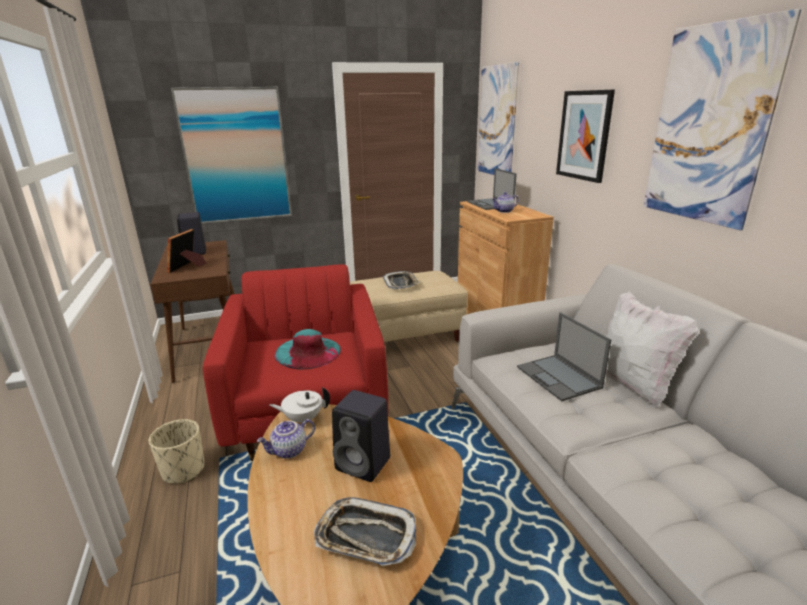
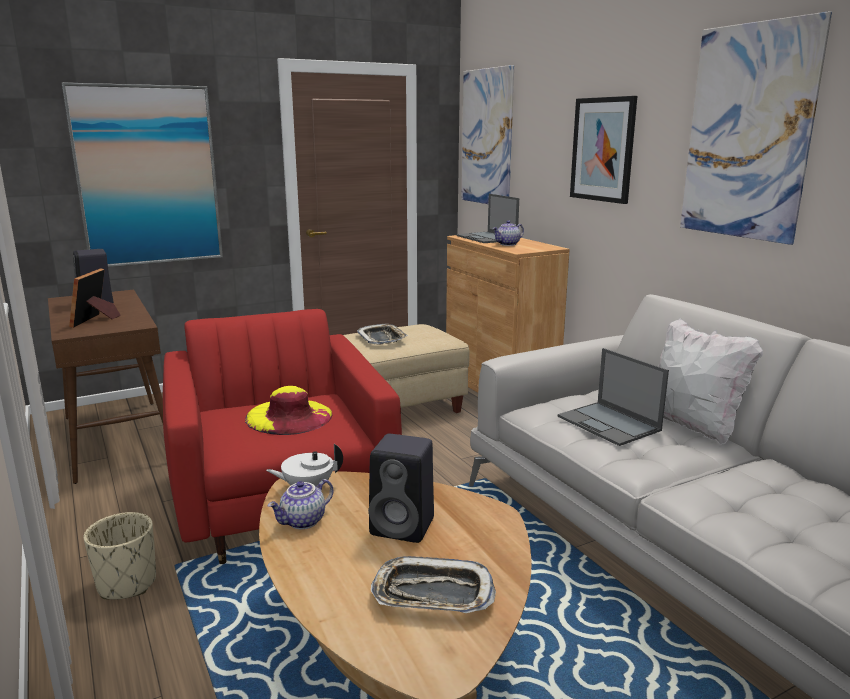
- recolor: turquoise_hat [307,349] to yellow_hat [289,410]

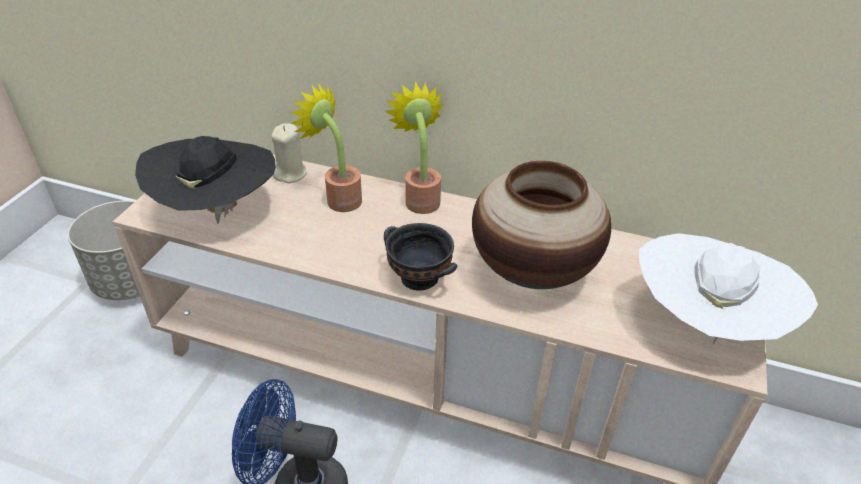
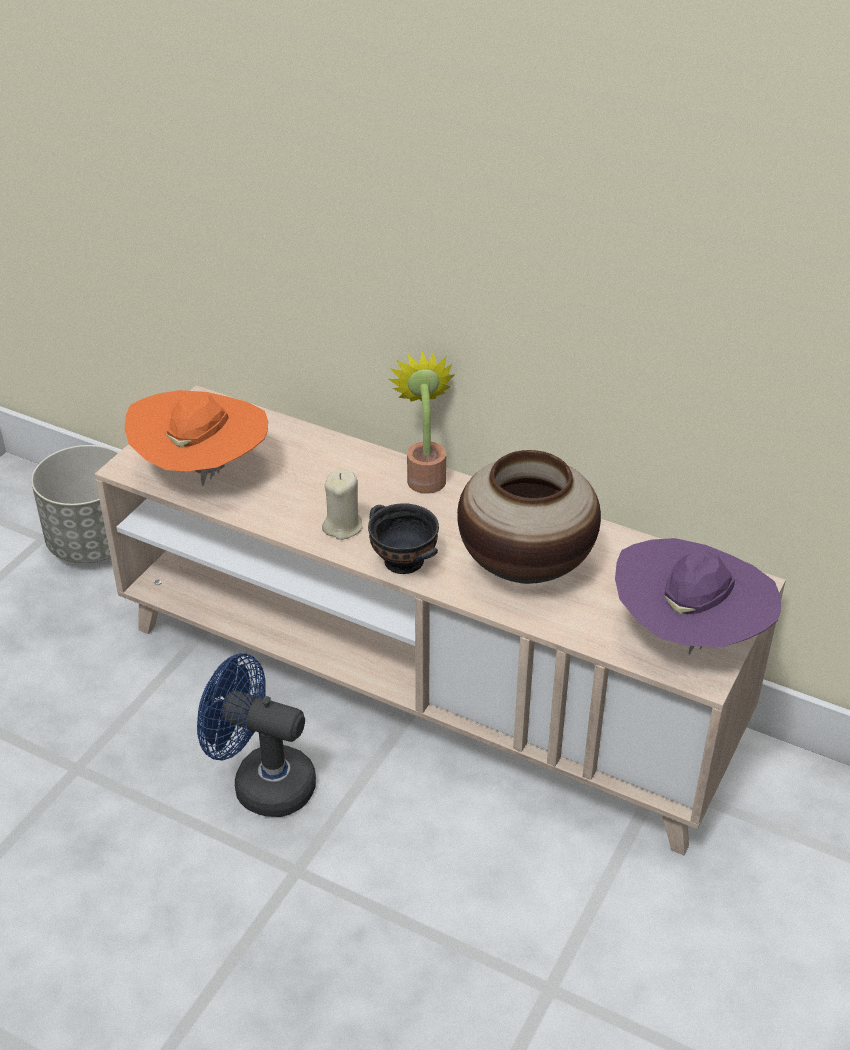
- delete: potted_plant [326,147]
- move: beige_candle [289,153] to [342,504]
- recolor: black_hat [205,180] to orange_hat [196,438]
- recolor: white_hat [728,288] to purple_hat [698,596]

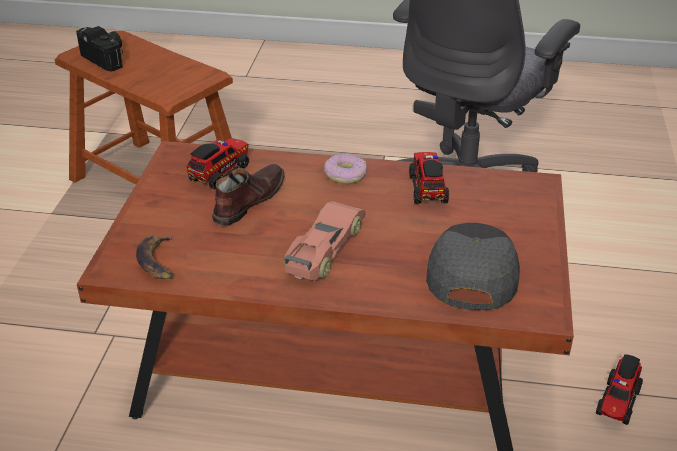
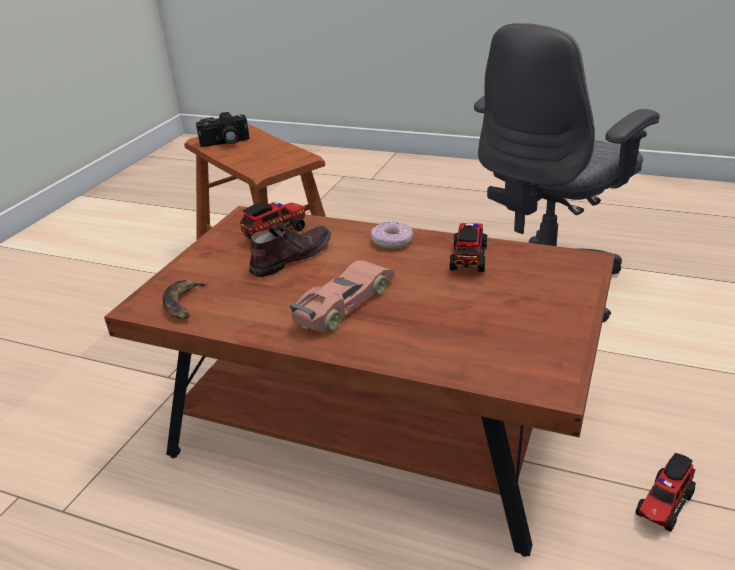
- delete: grey_cap [473,266]
- rotate: photo_camera [99,48] = [223,129] 105 degrees clockwise

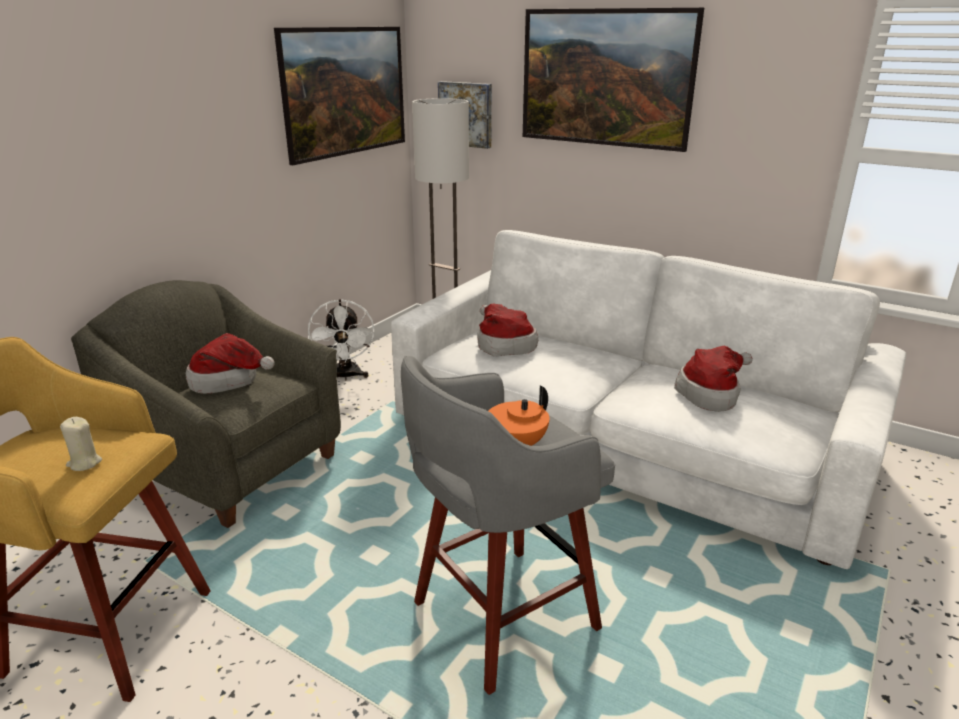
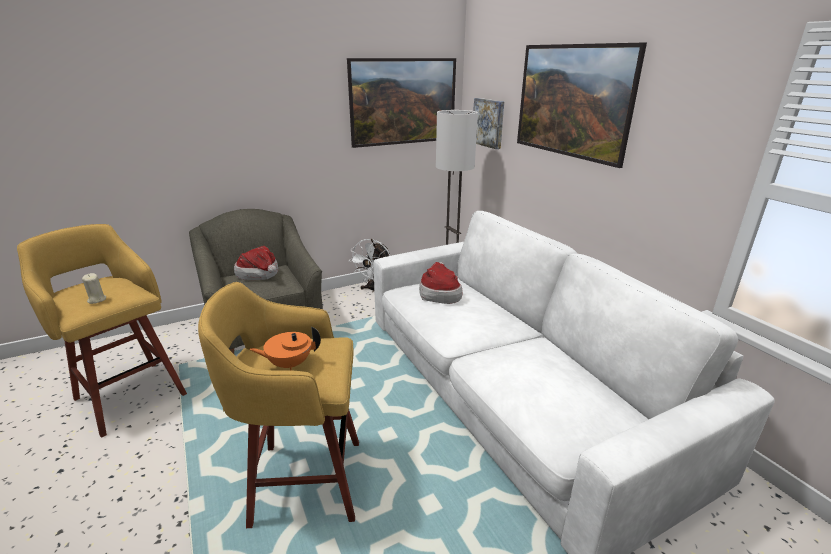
- delete: hat [713,378]
- recolor: grey_stool [508,525] to yellow_stool [278,405]

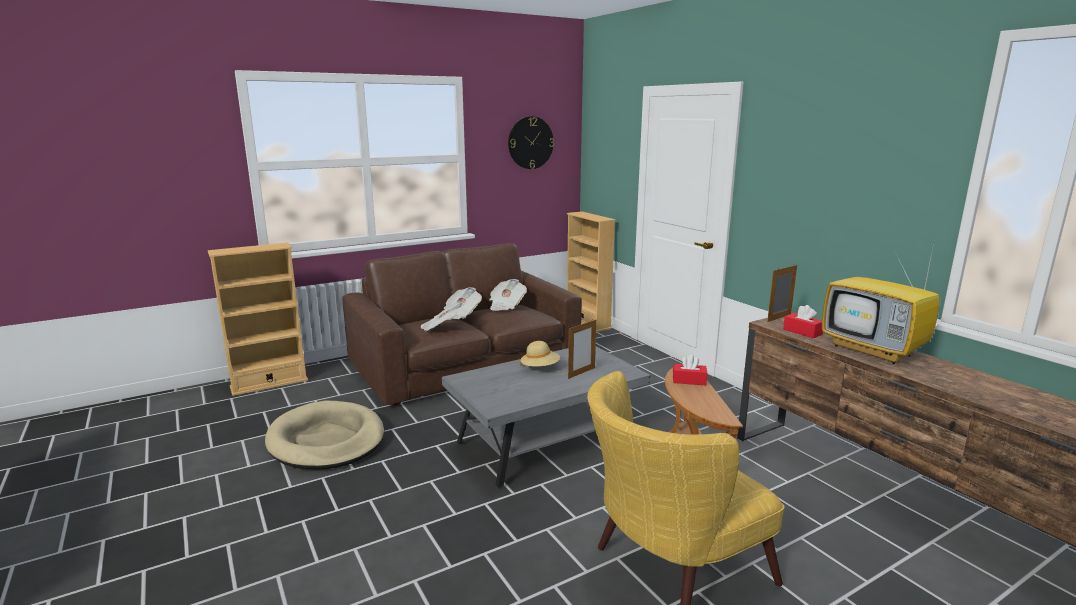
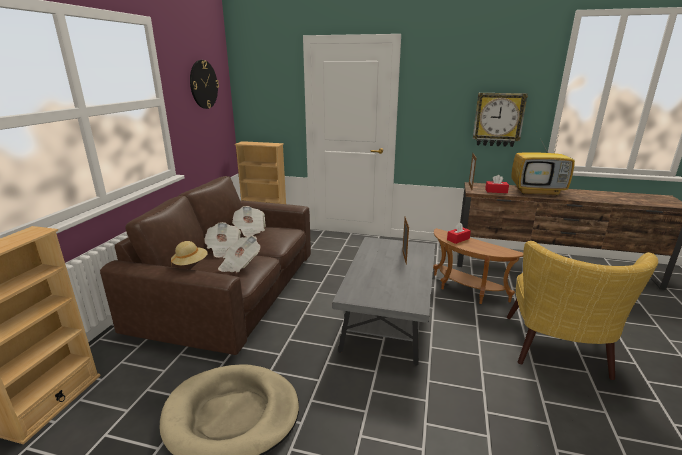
- insert: wall_clock [500,120]
- move: beige_hat [540,353] to [189,253]

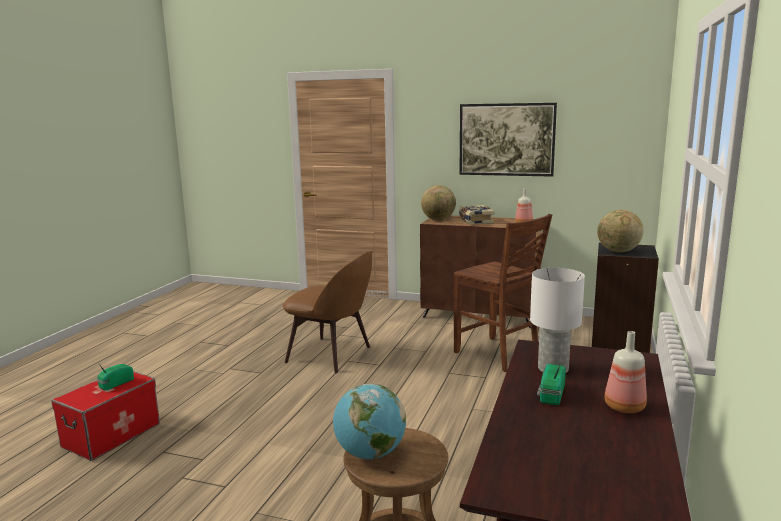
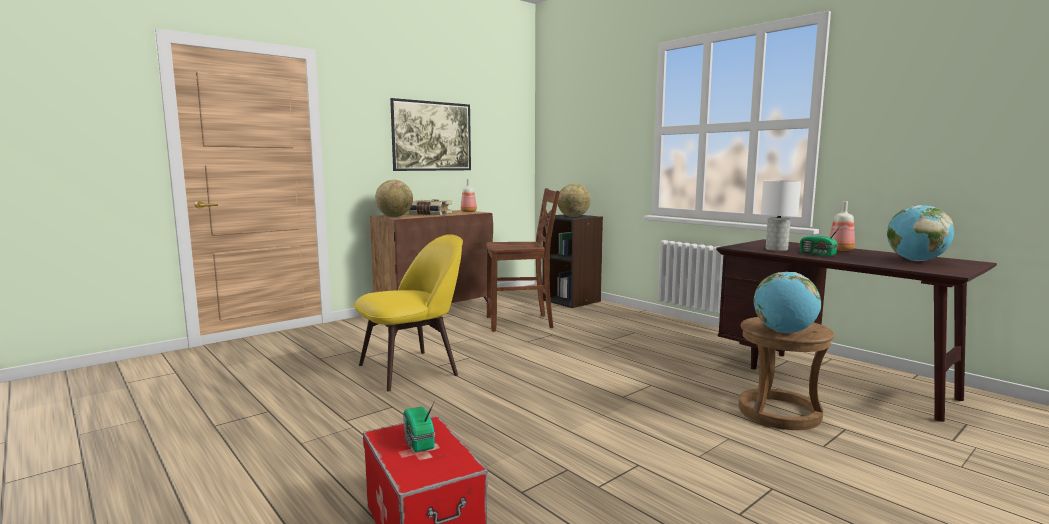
- insert: globe [920,233]
- recolor: brown_chair [328,312] to yellow_chair [408,313]

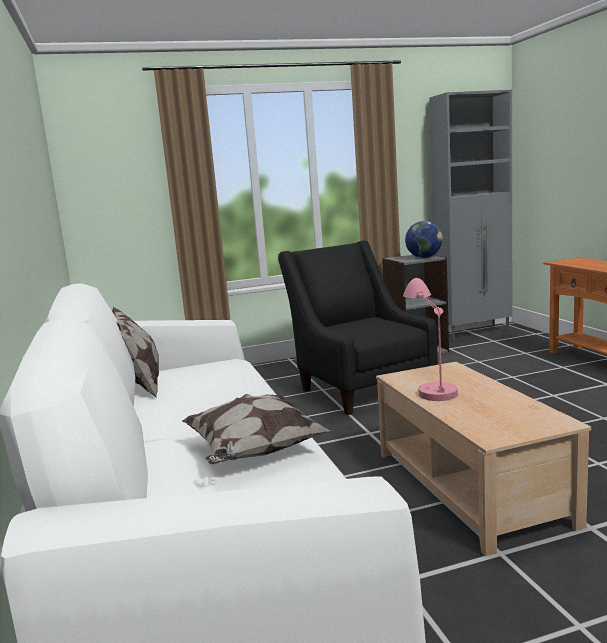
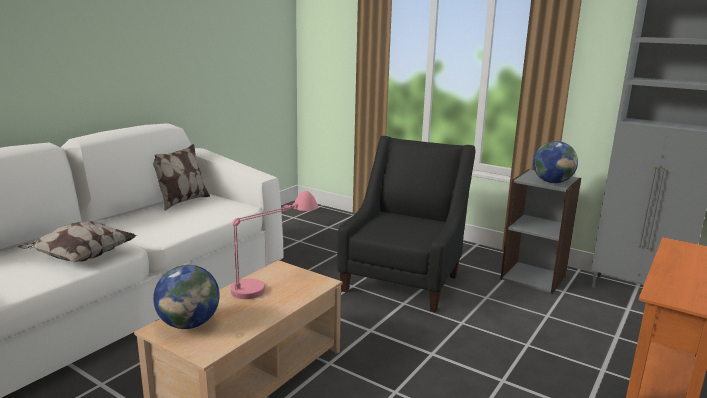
- insert: globe [186,297]

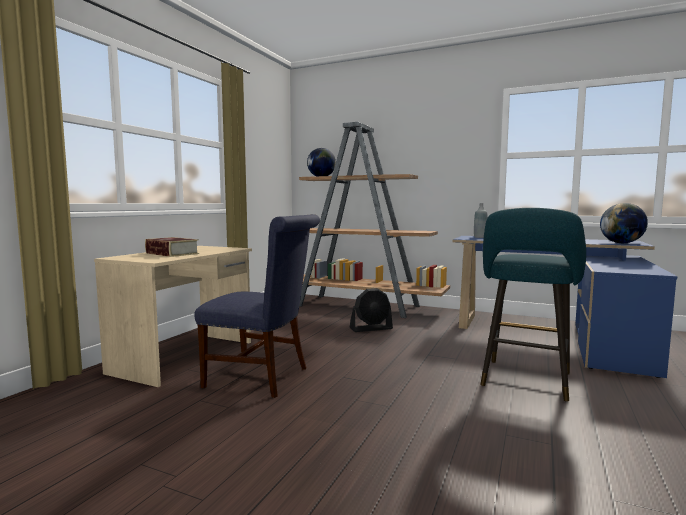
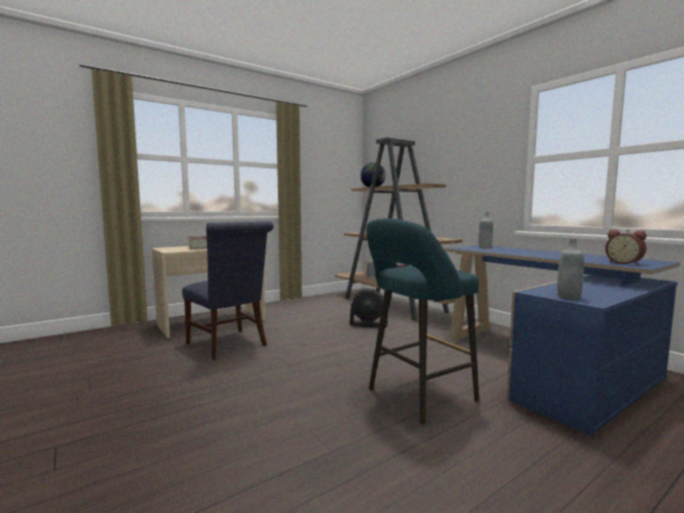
- insert: grey_bottle [570,269]
- replace: globe [624,223] to alarm_clock [626,247]

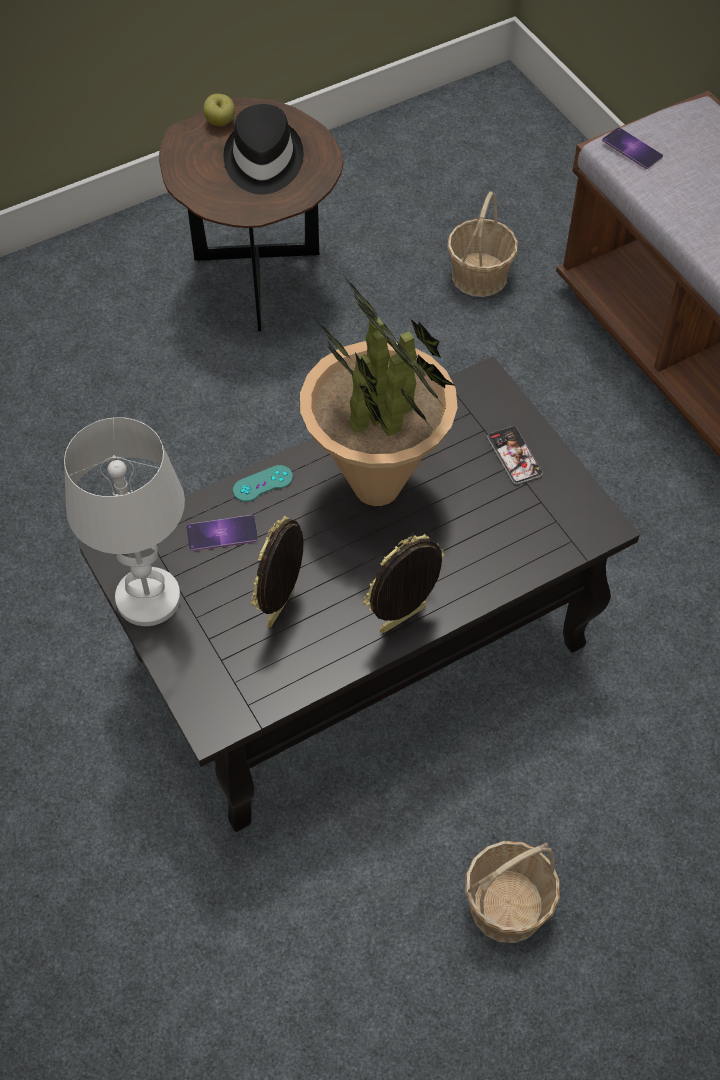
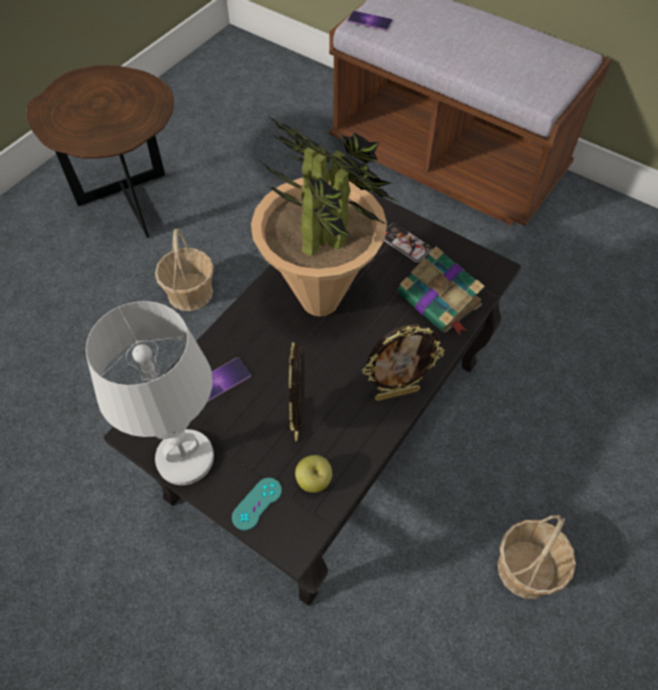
- delete: black_hat [263,149]
- insert: book [441,290]
- move: apple [219,110] to [313,474]
- move: turquoise_game_controller [263,483] to [257,504]
- move: basket [482,244] to [184,270]
- rotate: picture_frame [404,583] = [403,362] 135 degrees counterclockwise

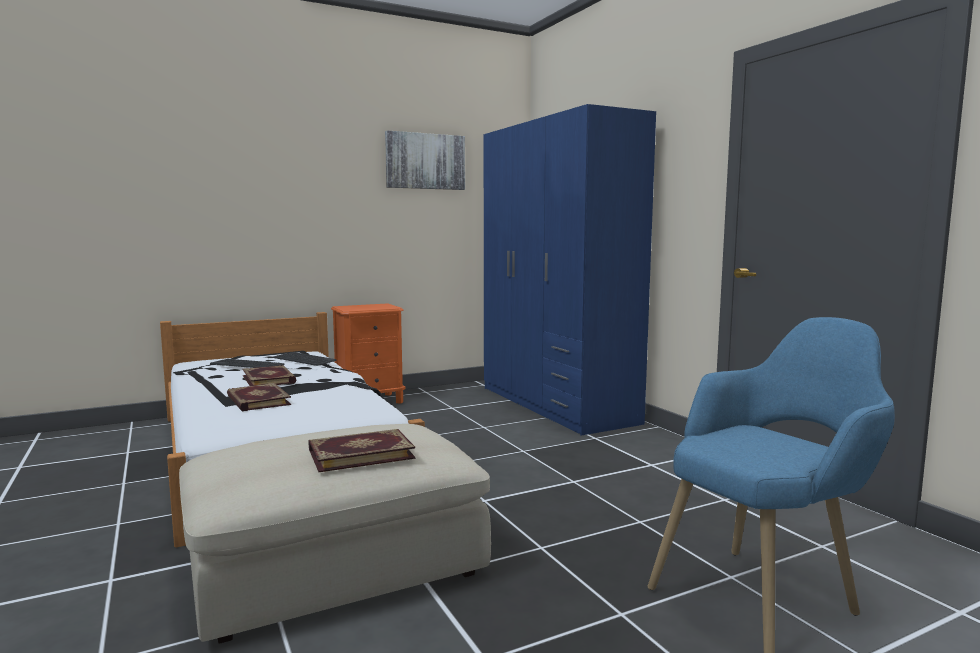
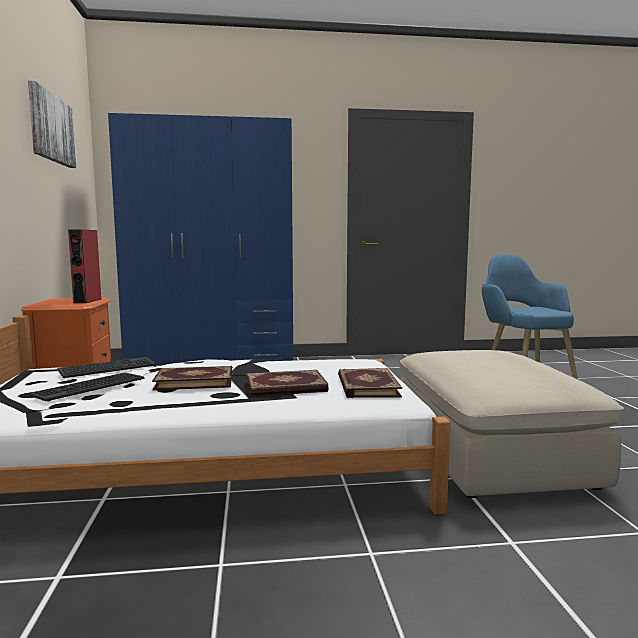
- insert: red_speaker [85,266]
- move: book [362,450] to [370,383]

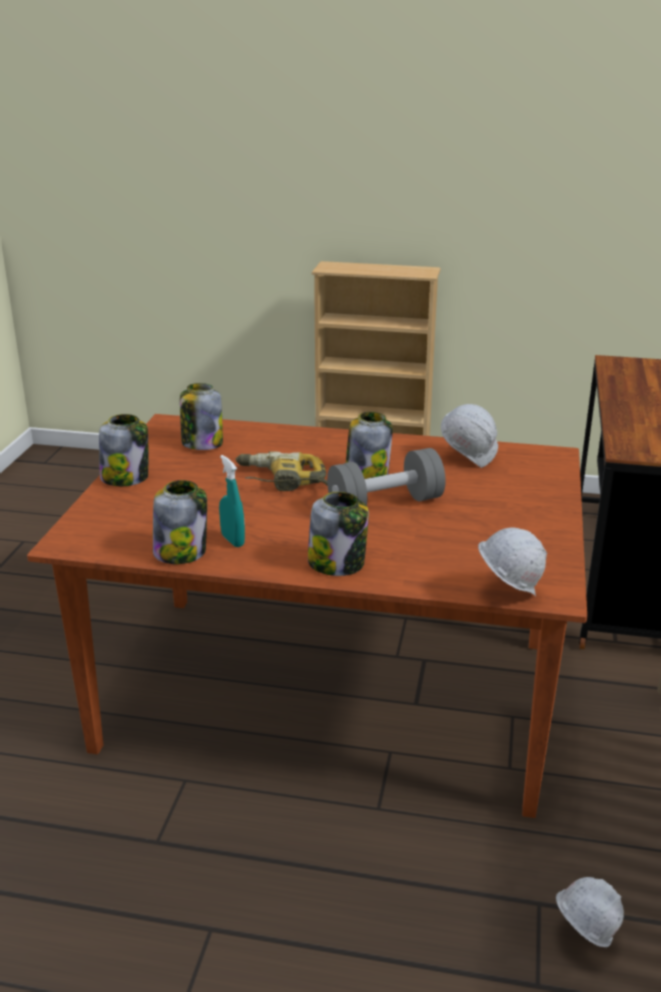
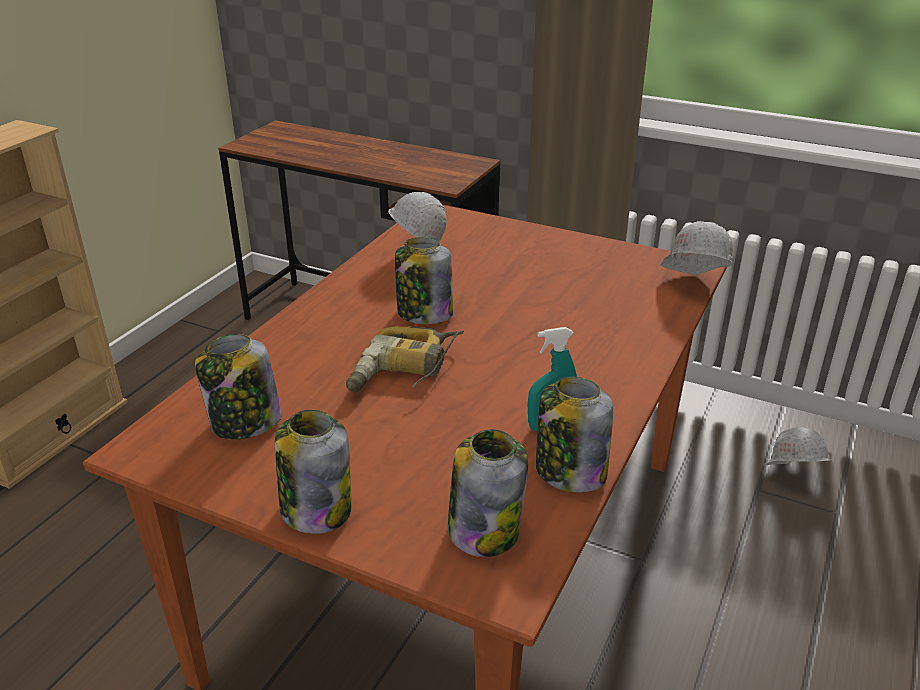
- delete: grey_dumbbell [386,477]
- move: jar [338,534] to [488,493]

